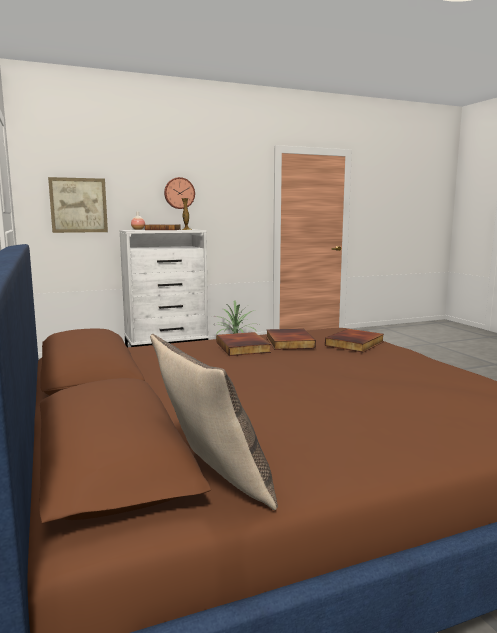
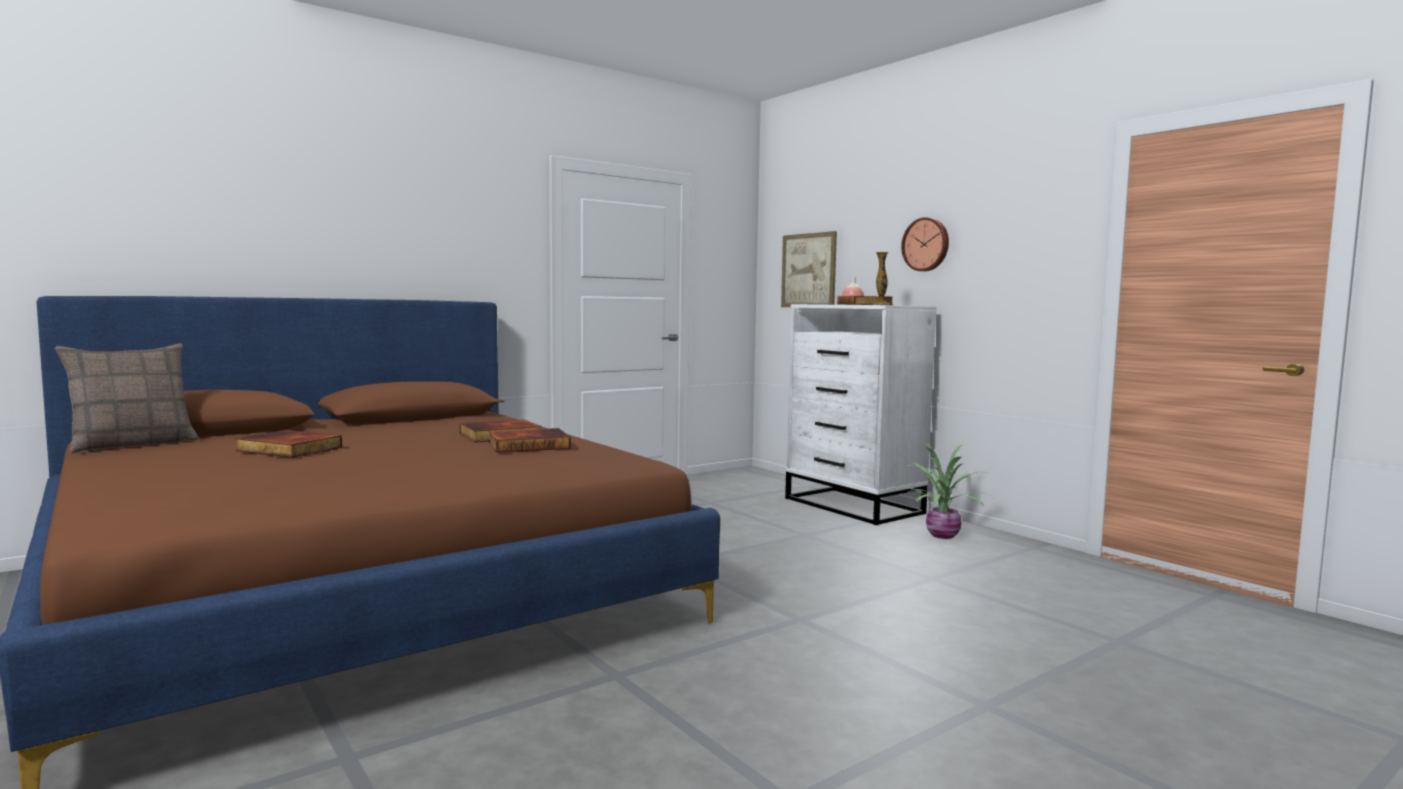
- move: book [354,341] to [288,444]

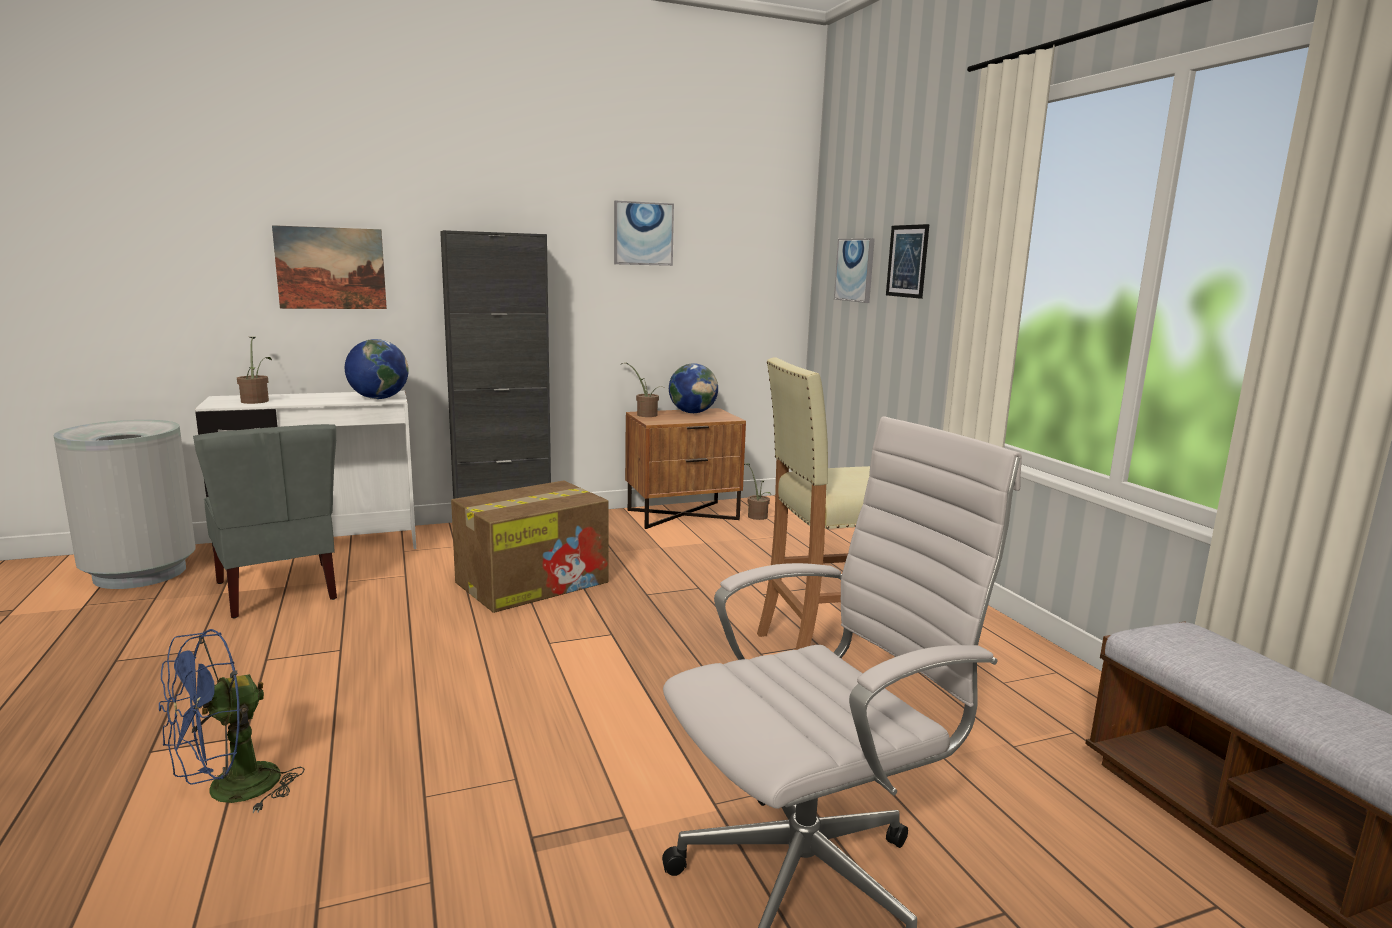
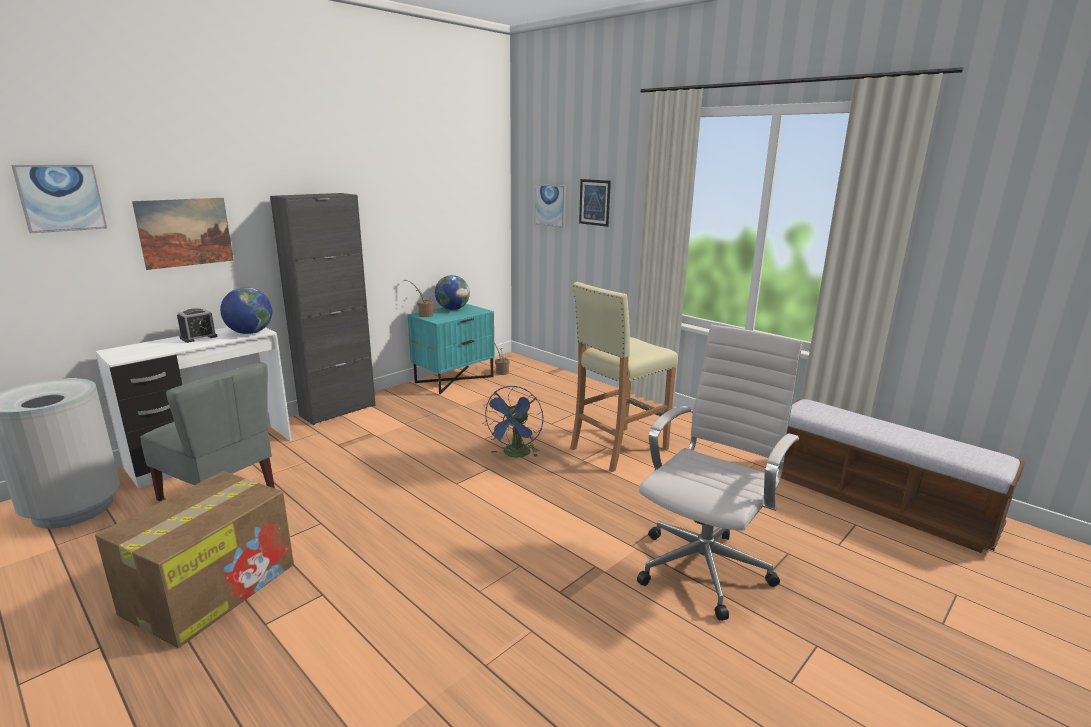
- delete: potted_plant [254,370]
- insert: alarm_clock [197,325]
- move: blue_fan [232,721] to [513,421]
- move: cardboard_box [530,546] to [194,559]
- move: picture [644,233] to [59,199]
- recolor: brown_nightstand [685,468] to turquoise_nightstand [451,349]

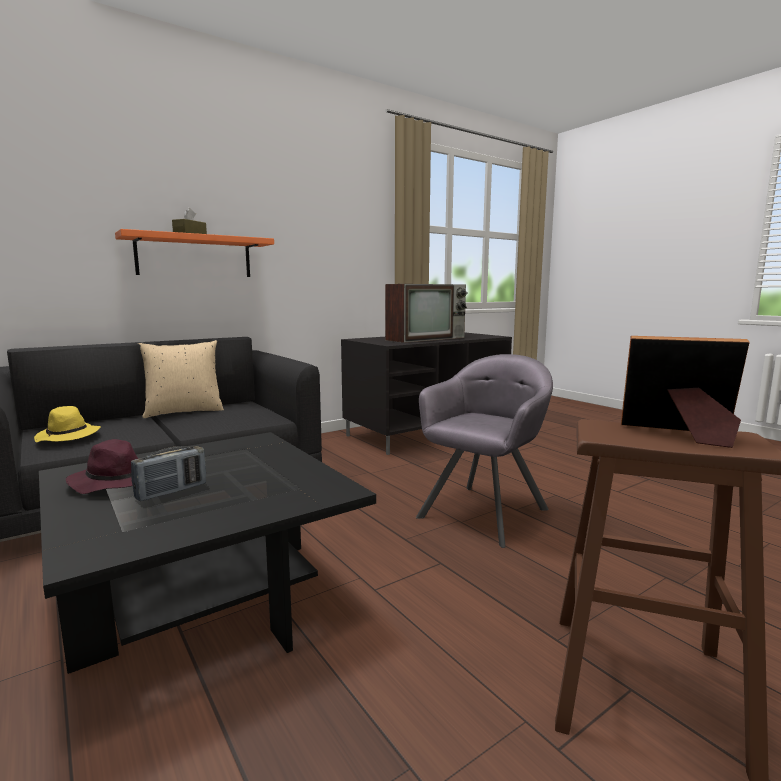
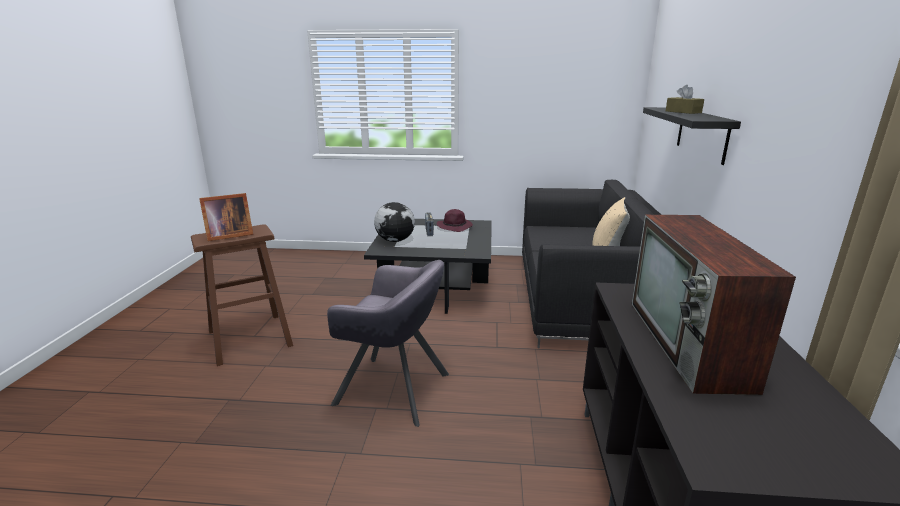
- delete: yellow_hat [67,424]
- insert: globe [394,222]
- recolor: orange_shelf [194,253] to black_shelf [692,136]
- rotate: grey_armchair [484,451] = [388,343] 60 degrees counterclockwise

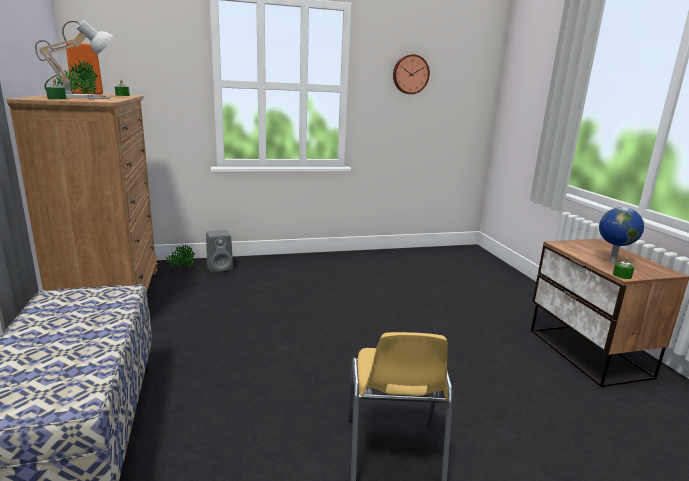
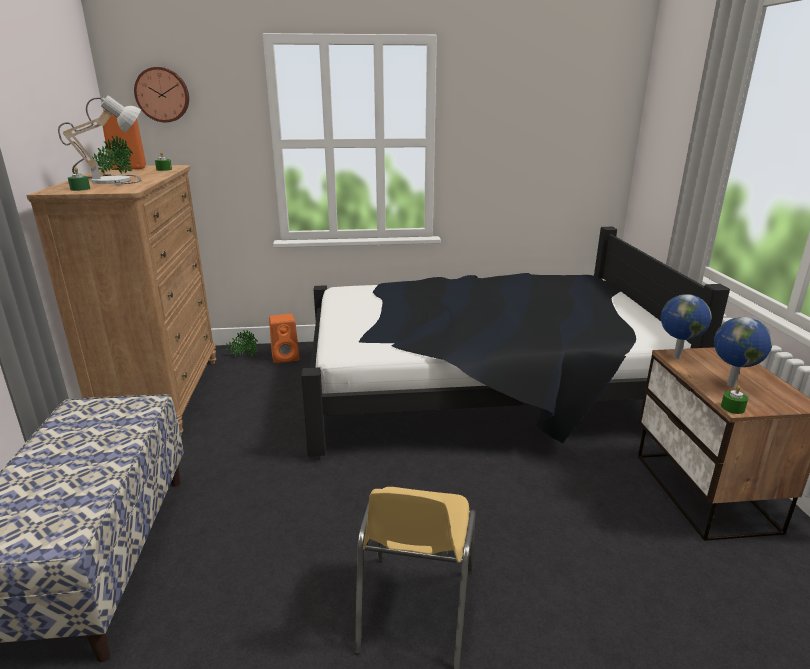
- insert: black_bed [515,342]
- insert: globe [686,326]
- move: wall_clock [411,74] to [161,94]
- recolor: grey_speaker [219,251] to orange_speaker [284,338]

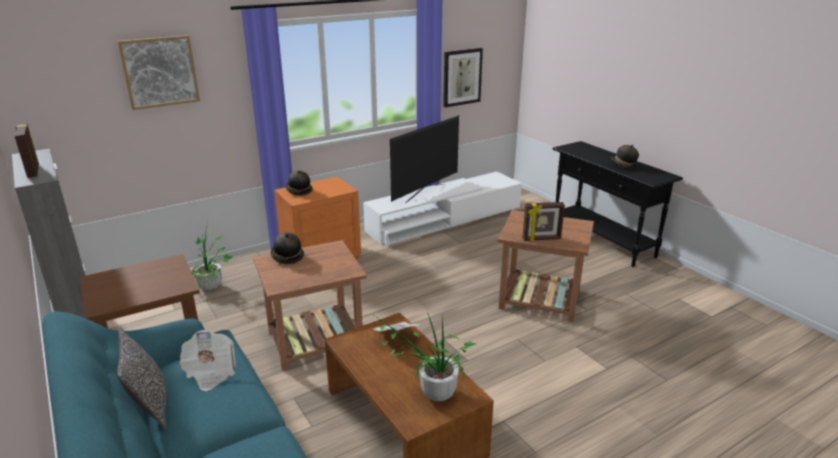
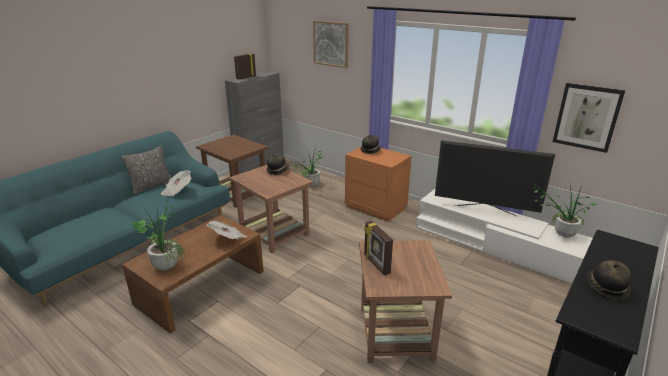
- insert: potted_plant [565,211]

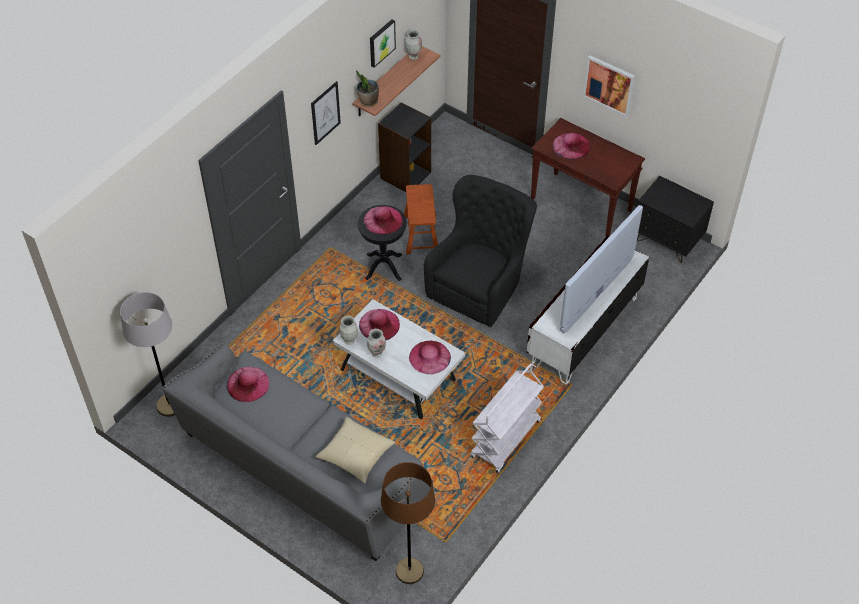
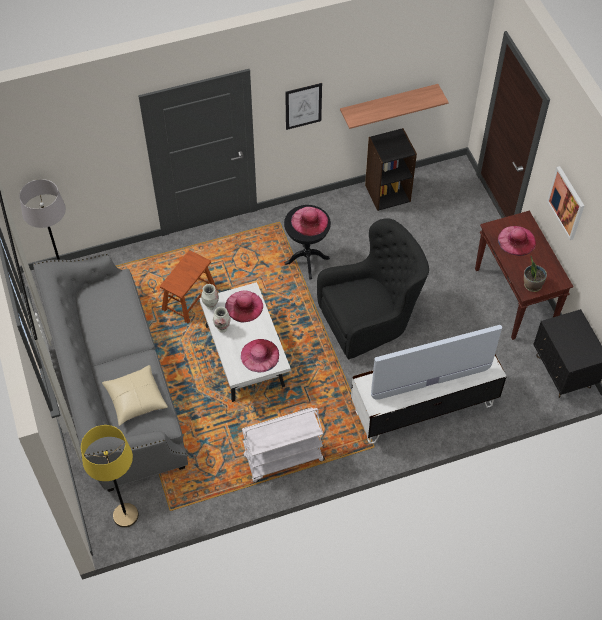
- delete: pink_hat [248,384]
- delete: picture [383,43]
- delete: vase [413,45]
- move: potted_plant [367,88] to [535,274]
- move: brown_stool [421,219] to [188,287]
- recolor: brown_floor_lamp [408,523] to yellow_floor_lamp [110,476]

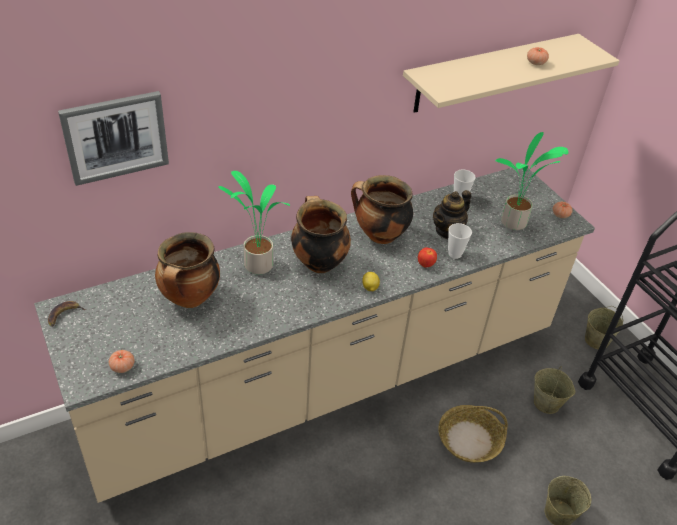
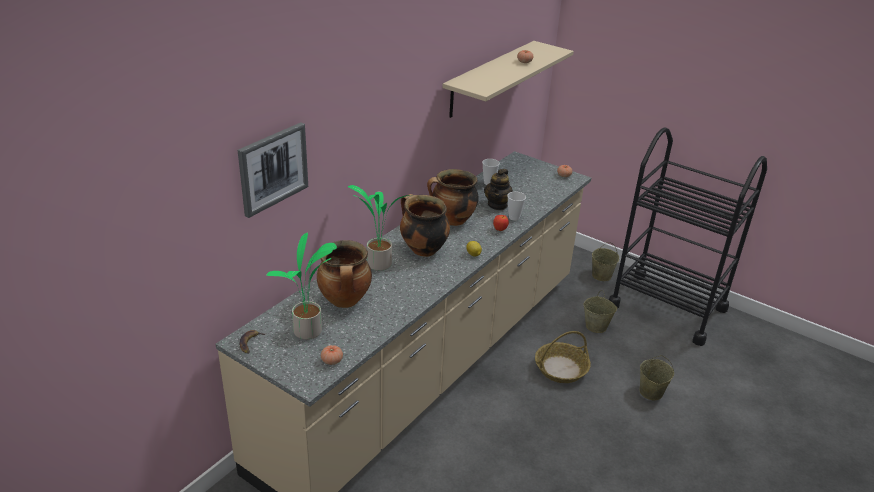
- move: potted_plant [531,181] to [301,286]

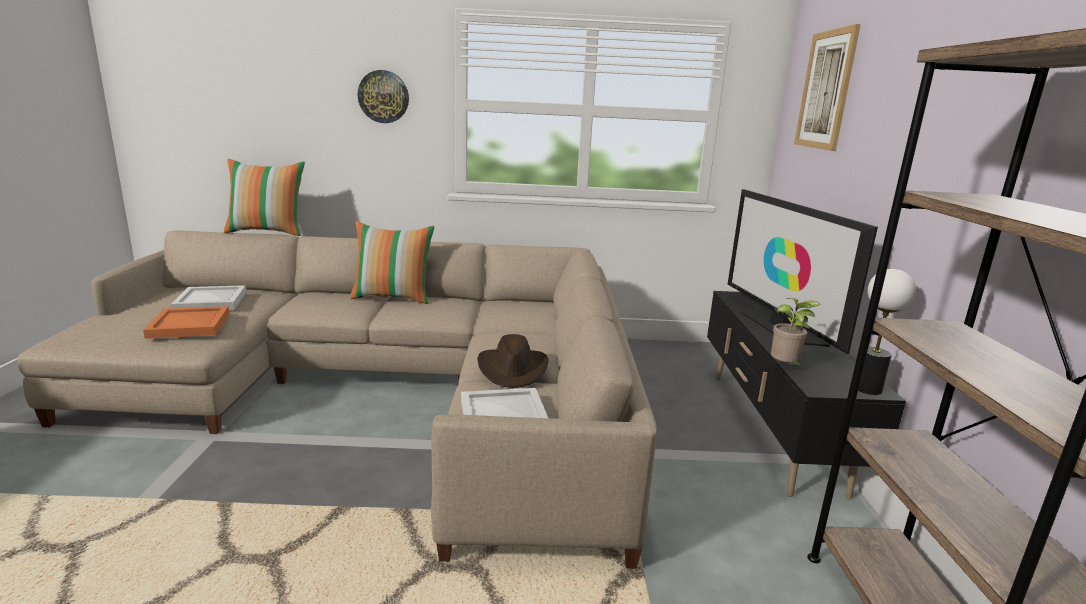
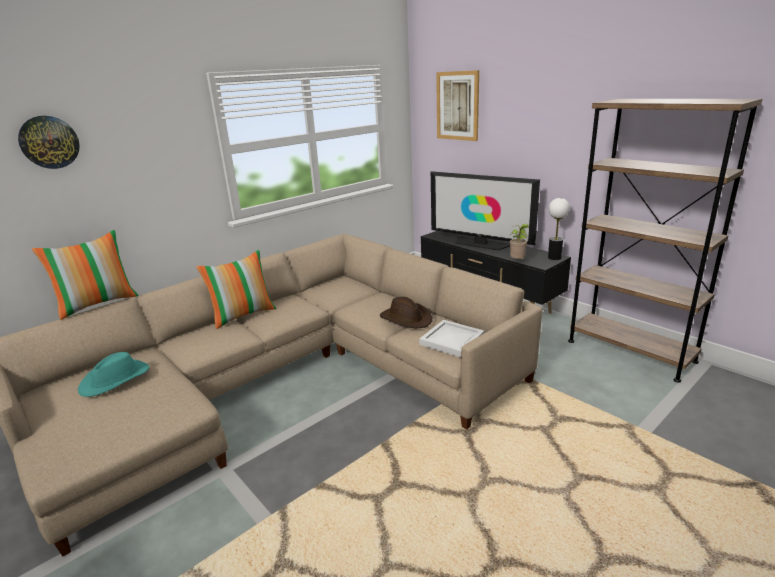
- delete: orange_tray [186,322]
- move: wall_clock [383,96] to [49,142]
- replace: white_tray [208,297] to turquoise_hat [113,374]

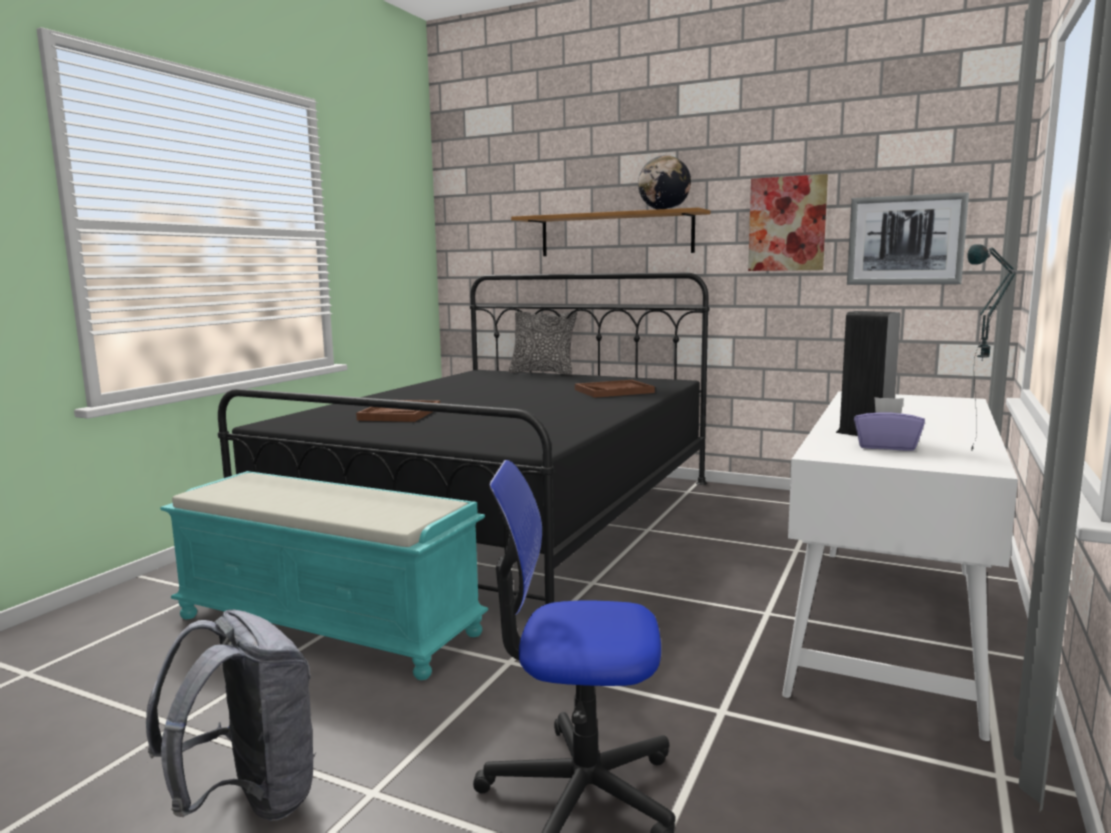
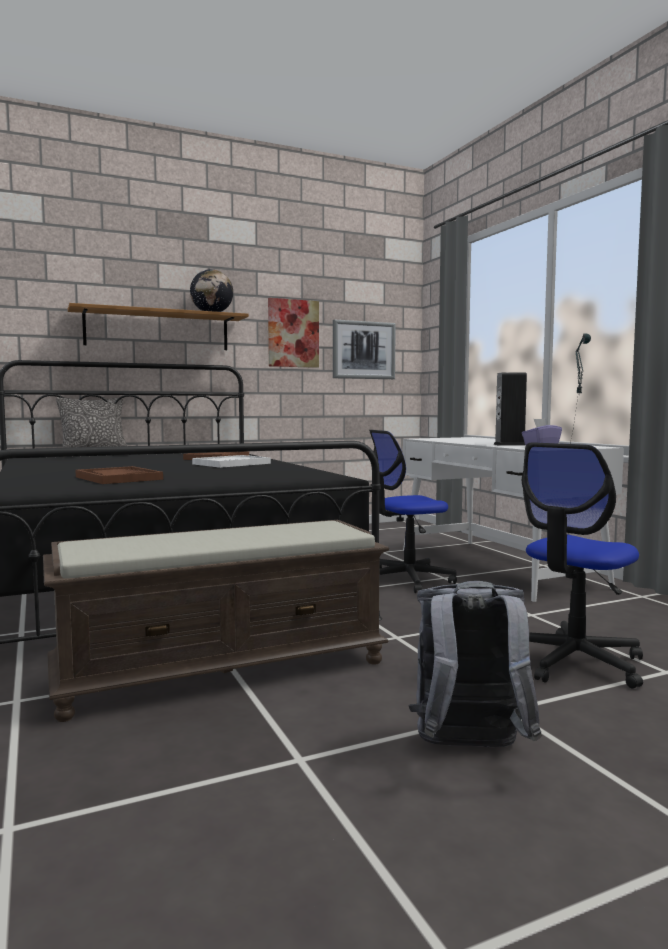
- insert: white_tray [231,461]
- insert: office_chair [413,511]
- recolor: turquoise_bench [324,575] to brown_bench [216,621]

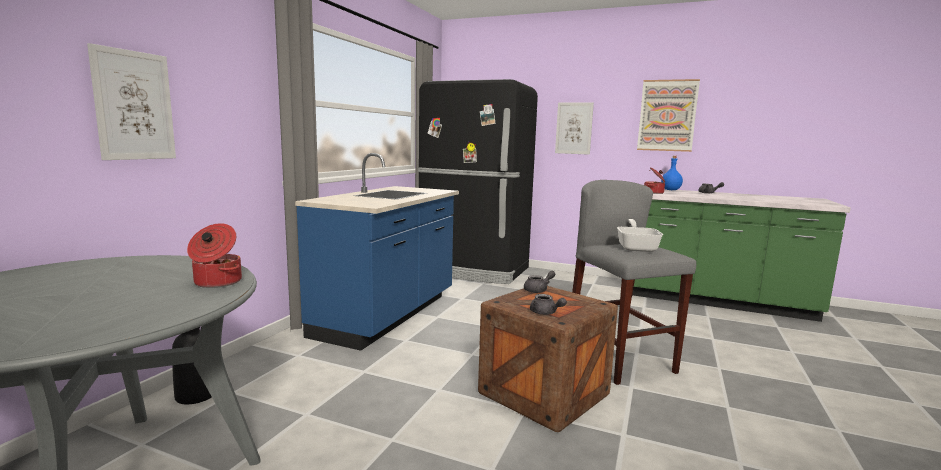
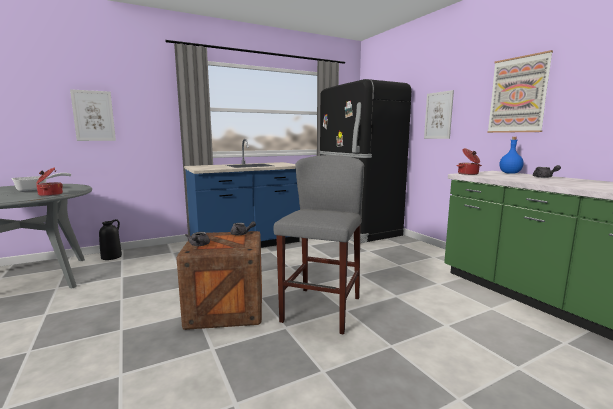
- move: frying_pan [640,235] to [41,182]

